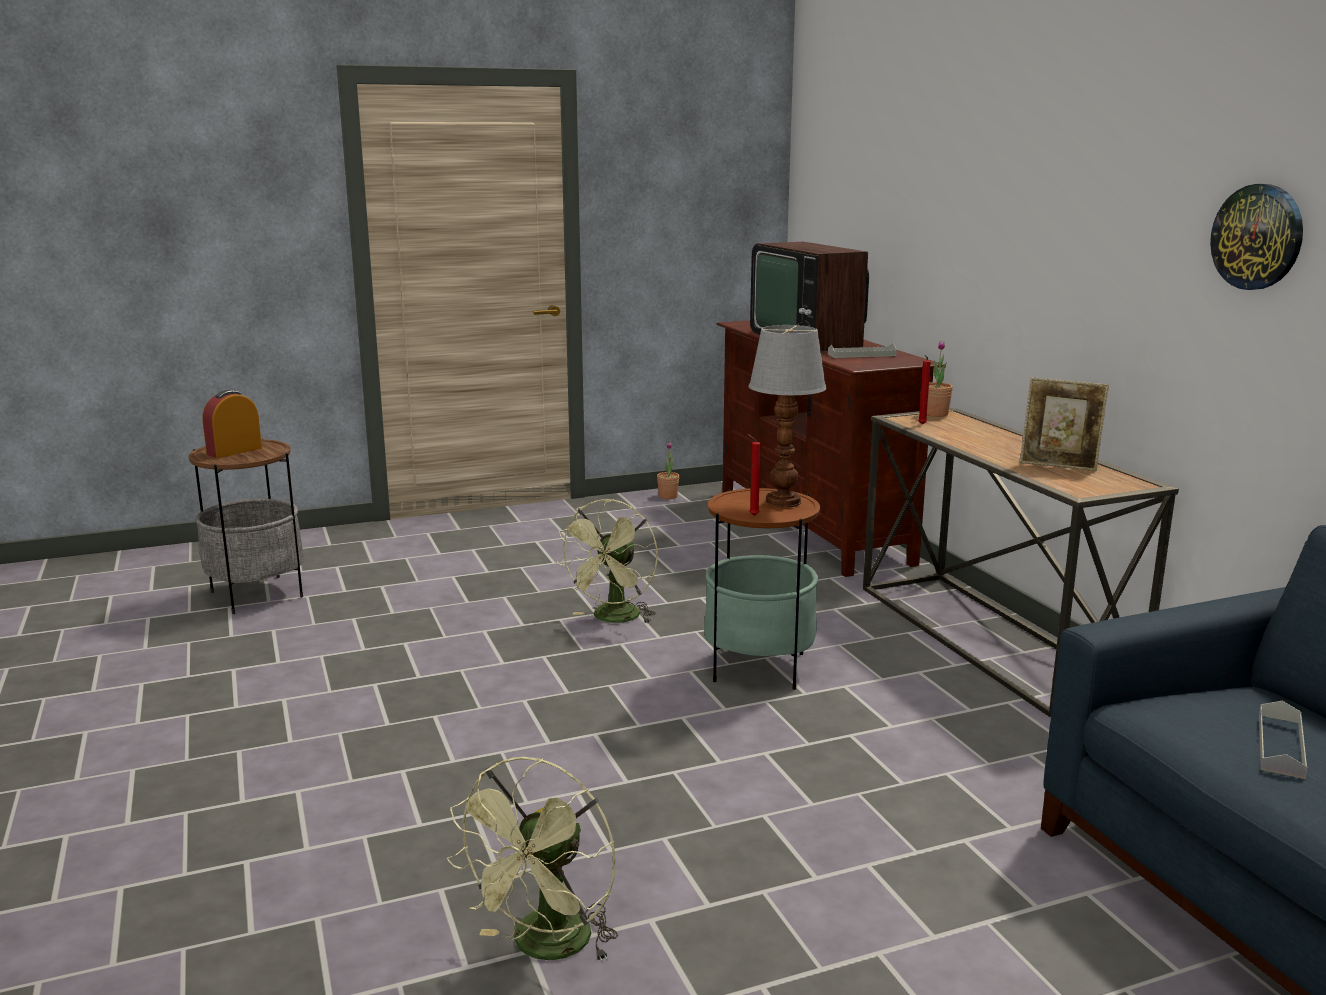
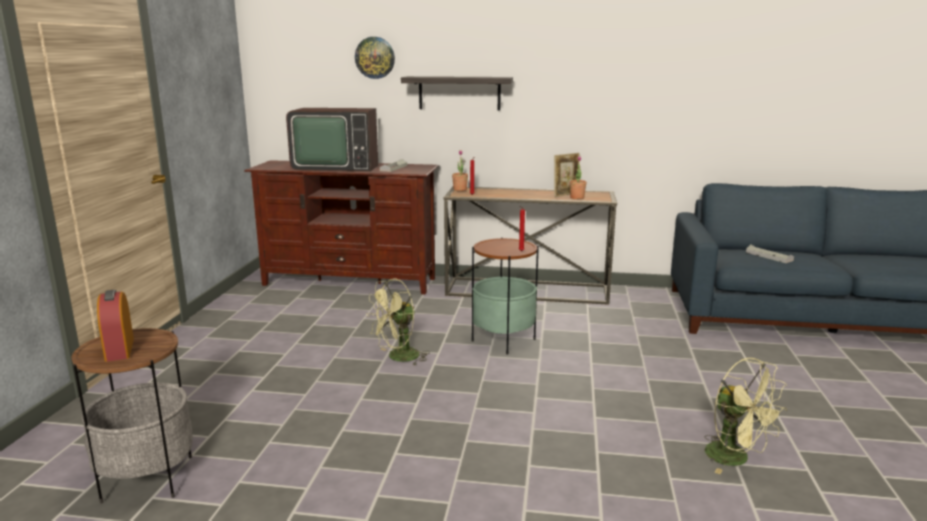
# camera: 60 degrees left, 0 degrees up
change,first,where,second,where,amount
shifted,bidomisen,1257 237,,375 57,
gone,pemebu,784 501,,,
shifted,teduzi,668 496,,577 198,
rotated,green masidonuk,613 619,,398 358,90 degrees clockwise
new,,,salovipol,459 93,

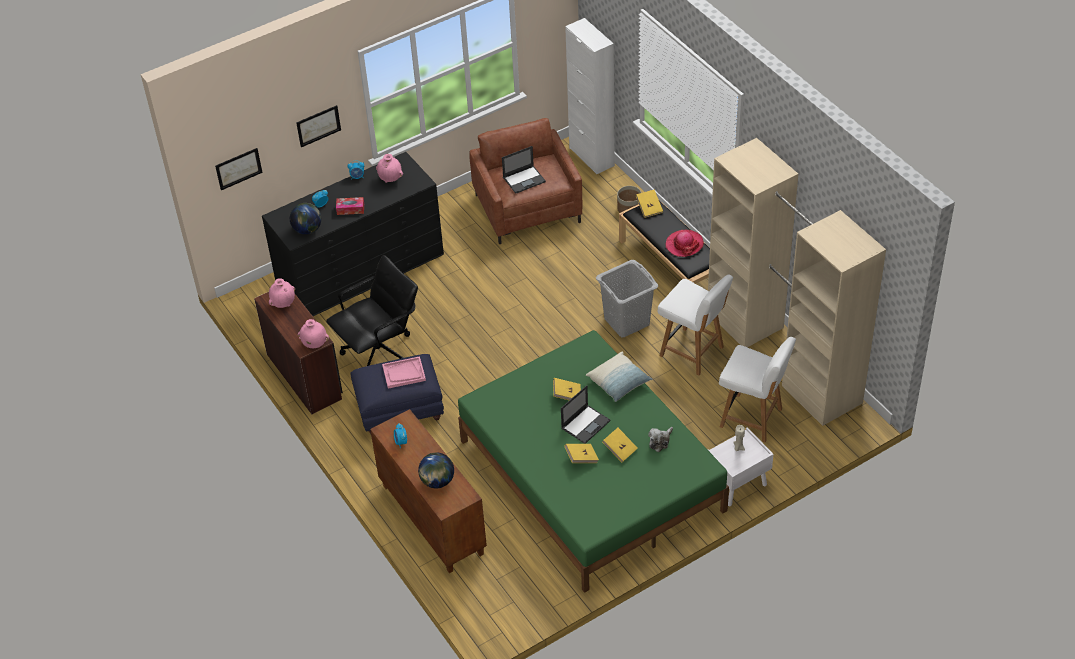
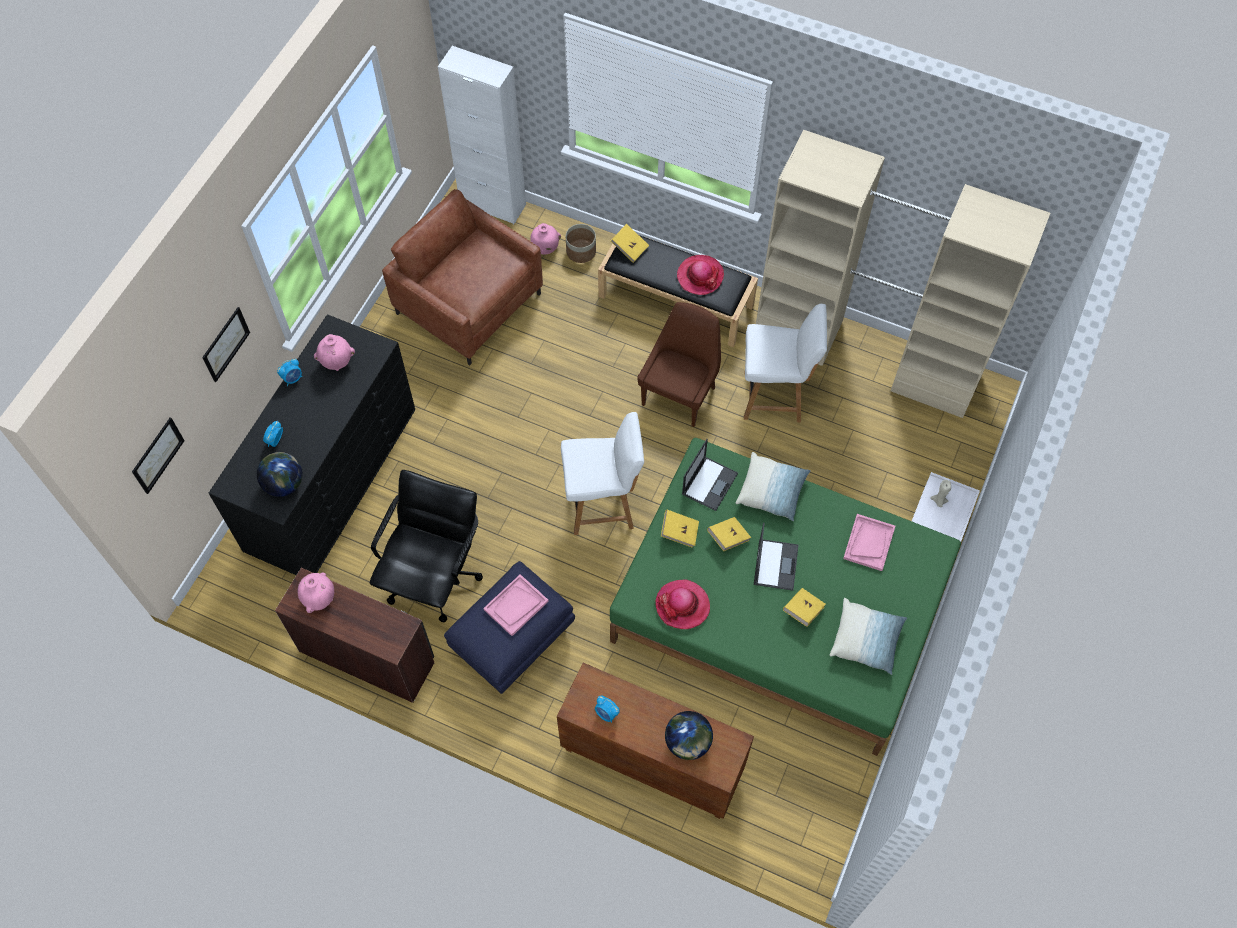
# camera: 35 degrees left, 15 degrees up
change,first,where,second,where,amount
shifted,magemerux,524 179,,709 483,
gone,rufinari,350 209,,,
swapped,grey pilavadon,627 321,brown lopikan,680 394,
shifted,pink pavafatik,314 344,,545 249,
shifted,white lopikan,752 418,,603 505,
swapped,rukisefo,660 441,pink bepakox,868 543,
shifted,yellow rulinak,620 449,,679 532,
new,,,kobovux,682 605,
new,,,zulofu,866 640,

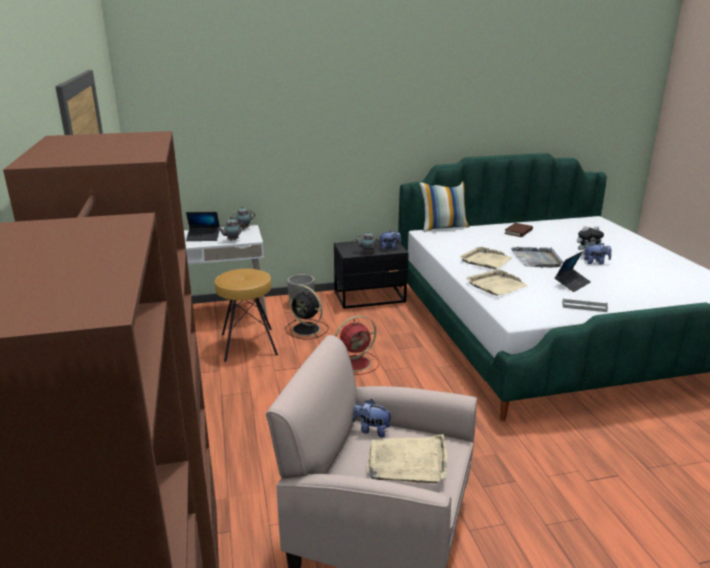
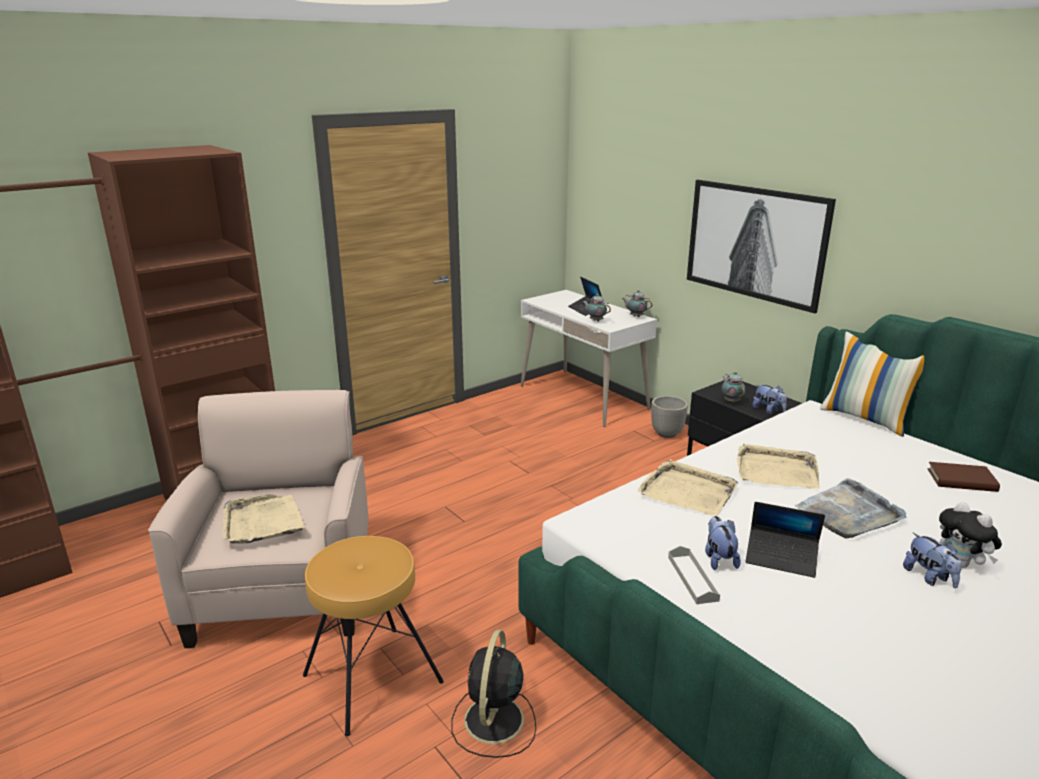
# camera: 65 degrees right, 0 degrees up
change,first,where,second,where,amount
shifted,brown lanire,248 344,,372 677,
shifted,black masidonuk,307 329,,493 722,
gone,red masidonuk,356 363,,,
shifted,rukisefo,371 430,,719 558,
new,,,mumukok,754 243,

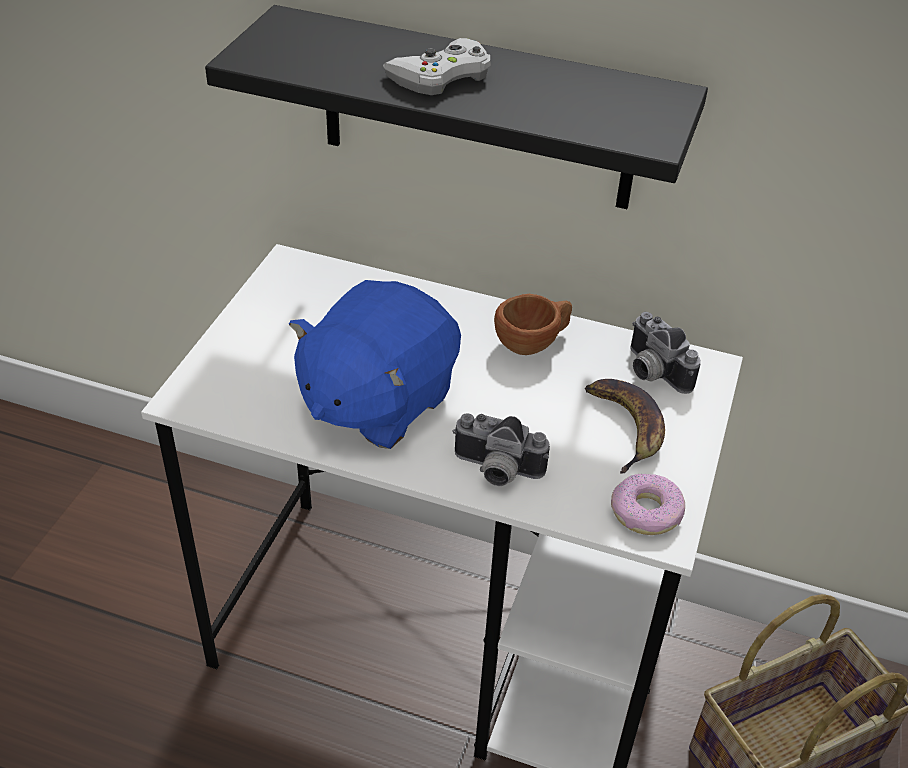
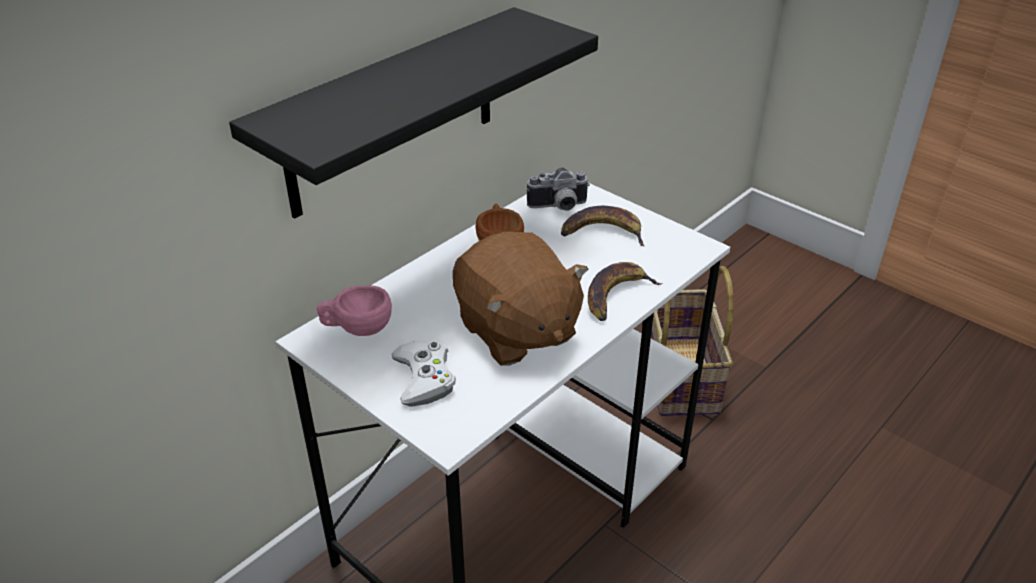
# camera: 65 degrees left, 5 degrees down
change,first,where,second,where,amount
shifted,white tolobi,441 76,,424 378,
repainted,blue rukisefo,376 401,brown rukisefo,516 331,
swapped,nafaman,495 471,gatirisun,616 295,
gone,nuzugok,646 512,,,
new,,,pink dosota,357 329,

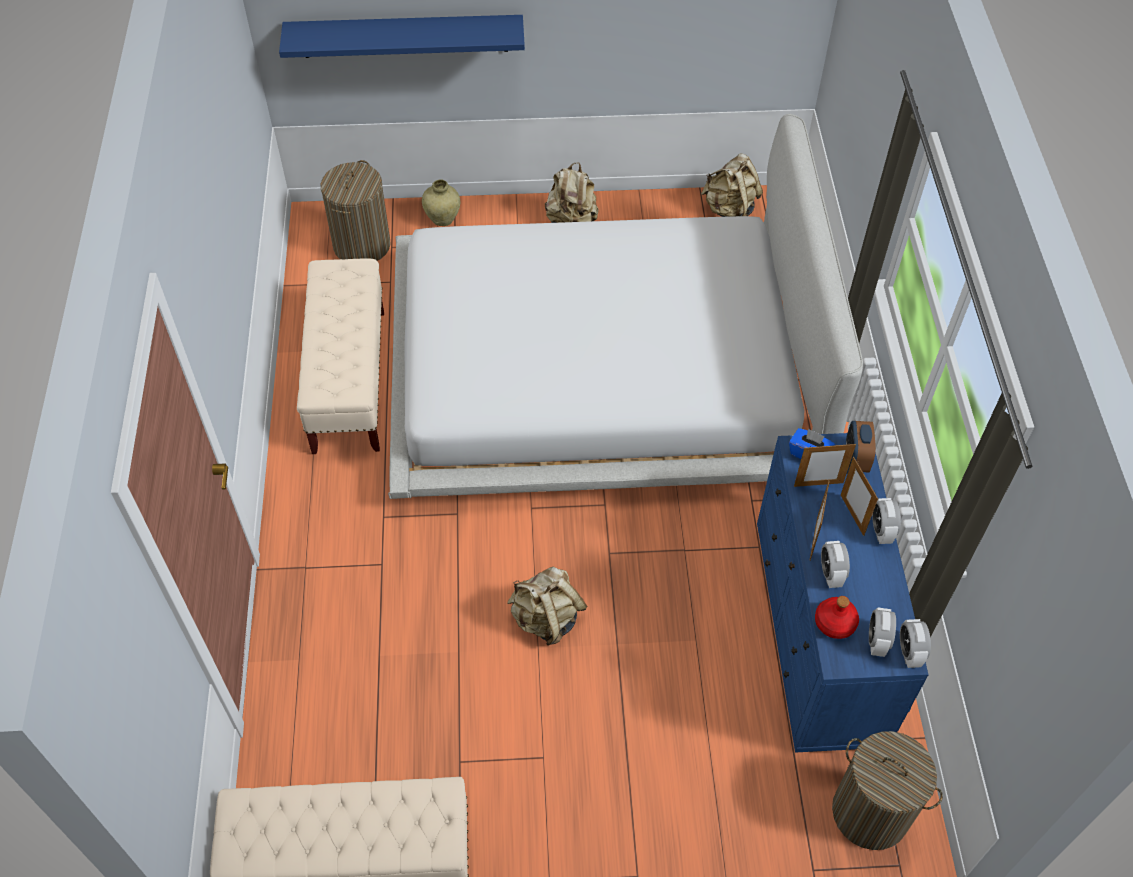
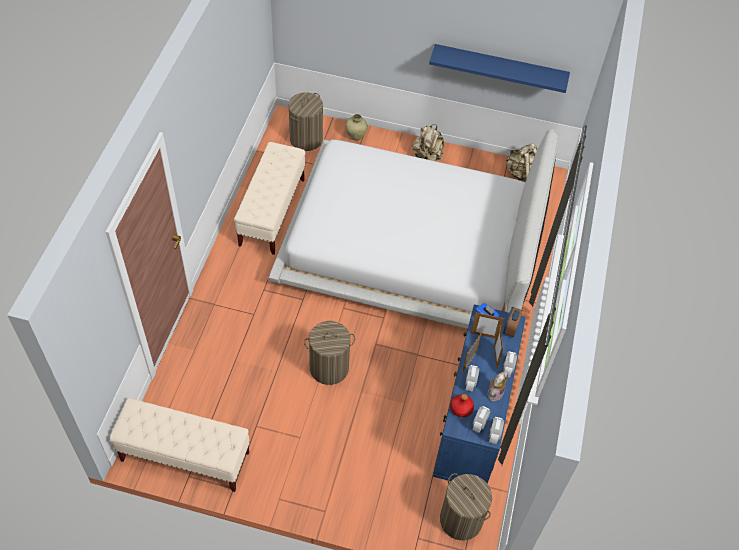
# camera: 15 degrees right, 0 degrees up
change,first,where,second,where,amount
shifted,blue salovipol,405 36,,500 67,
swapped,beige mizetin,546 619,pilavadon,329 368,
new,,,rukisefo,494 392,

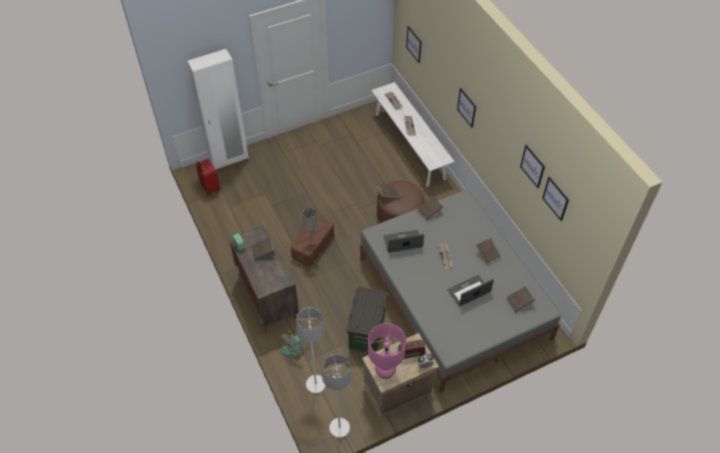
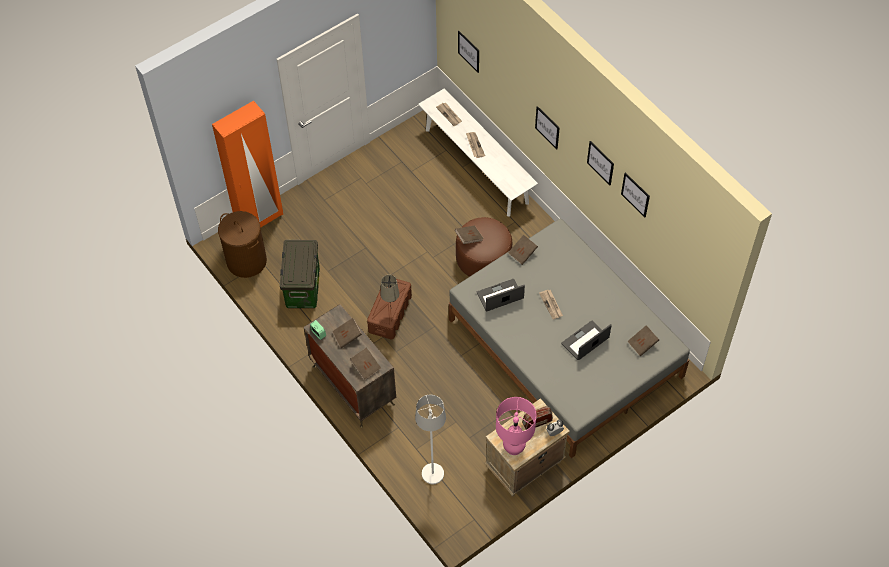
# camera: 10 degrees left, 5 degrees up
change,first,where,second,where,amount
repainted,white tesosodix,229 159,orange tesosodix,259 220,
swapped,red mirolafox,210 188,brown pilavadon,246 261,
shifted,mumukok,555 198,,600 163,
shifted,brown rulinak,487 254,,366 367,
shifted,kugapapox,366 331,,302 286,
gone,masidonuk,296 347,,,
gone,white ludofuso,339 428,,,

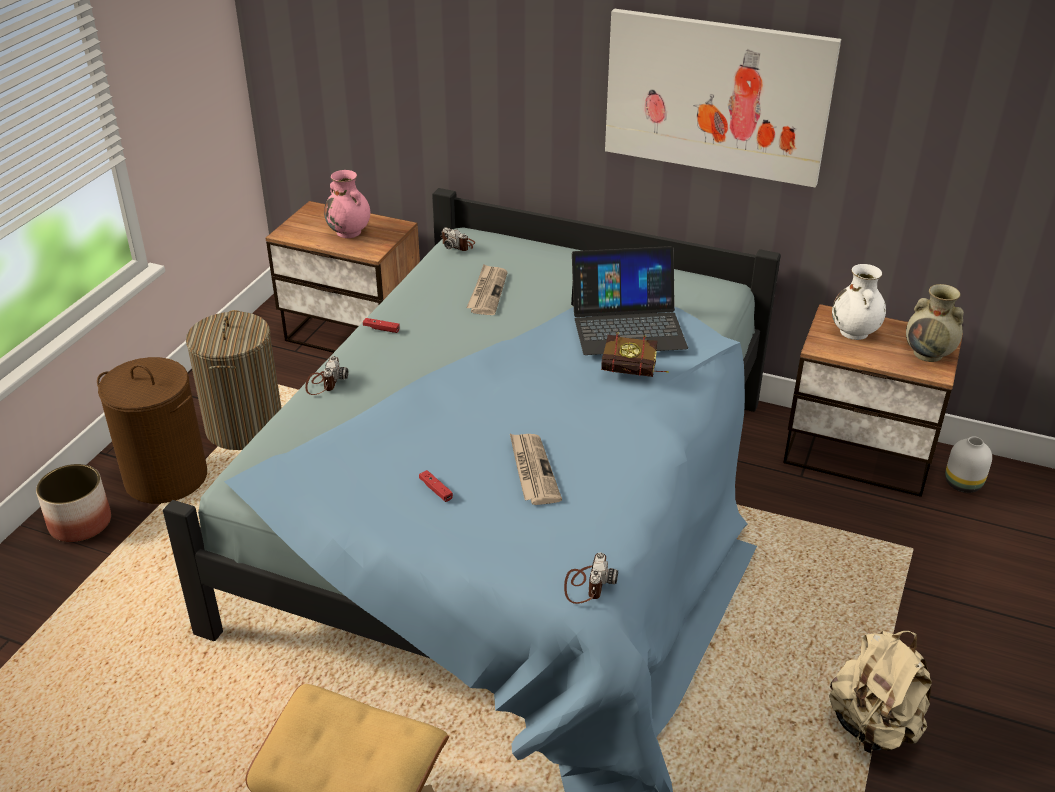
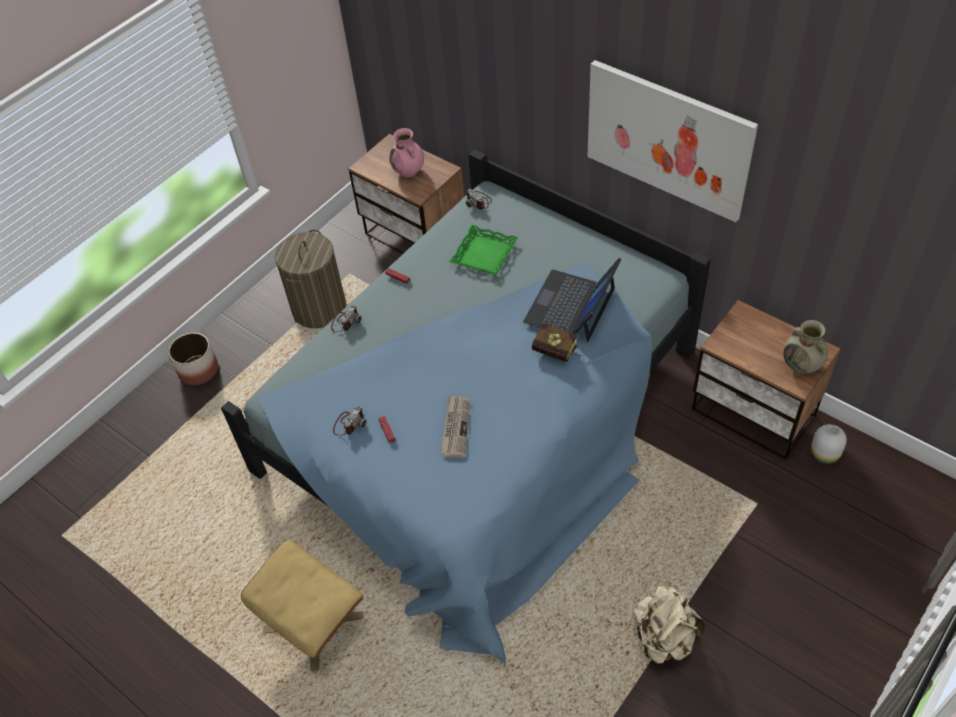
# camera: 20 degrees right, 15 degrees up
change,first,where,second,where,amount
rotated,magemerux,627 325,,571 306,105 degrees clockwise
swapped,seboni,487 292,green bepakox,483 254,
gone,white pavafatik,854 332,,,
gone,brown pilavadon,165 477,,,
shifted,nafaman,587 584,,349 423,

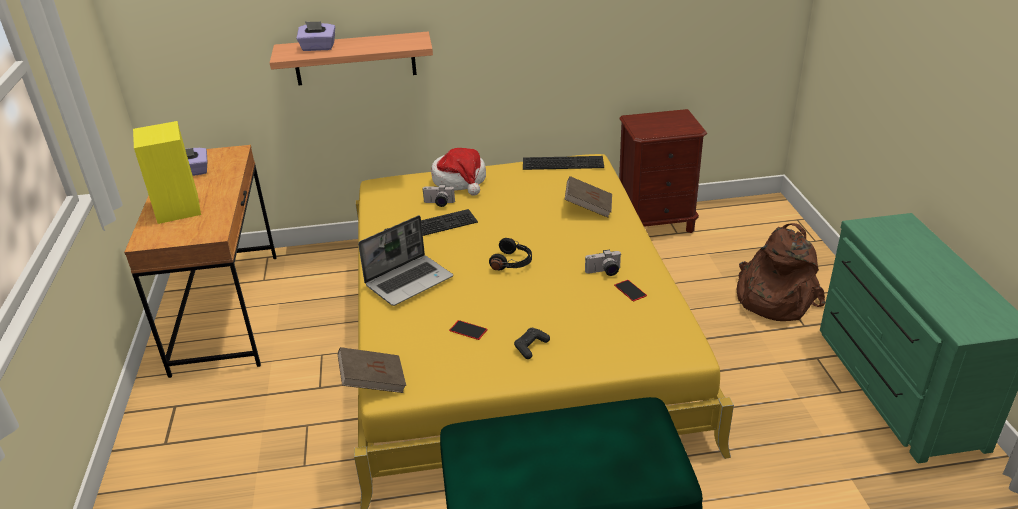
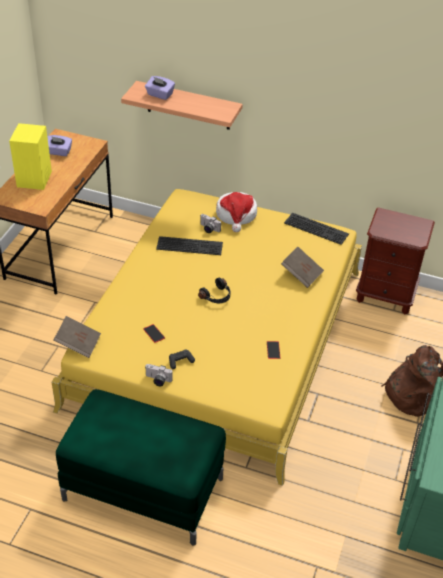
# camera: 25 degrees right, 10 degrees up
change,first,where,second,where,amount
gone,magemerux,409 281,,,
shifted,nafaman,604 272,,157 380,

